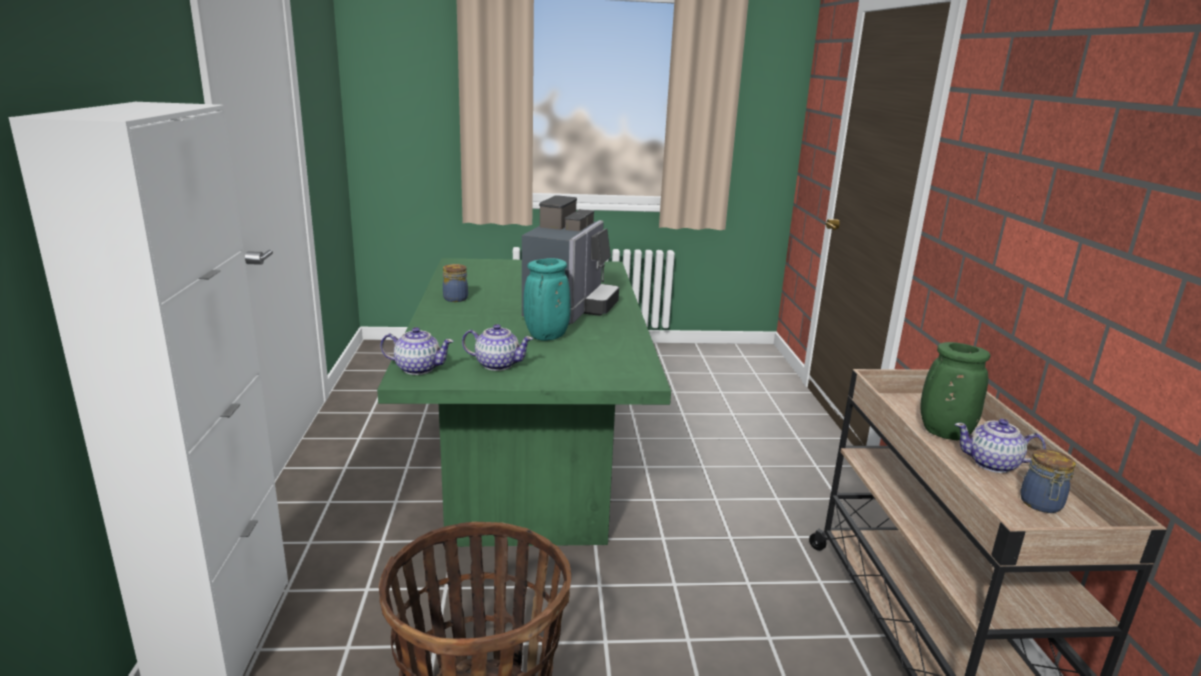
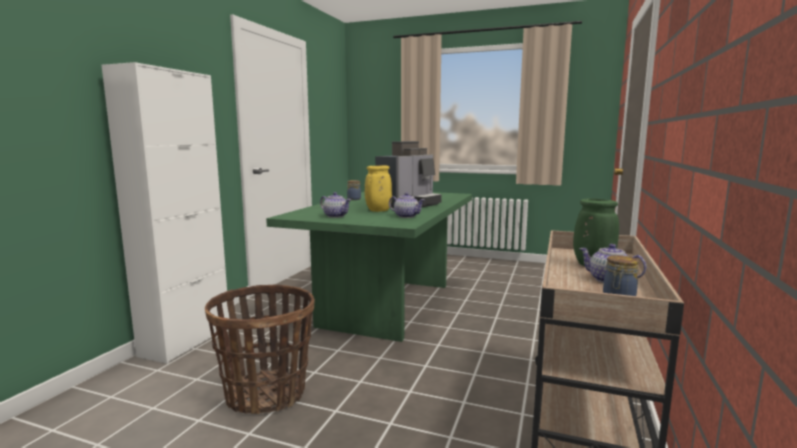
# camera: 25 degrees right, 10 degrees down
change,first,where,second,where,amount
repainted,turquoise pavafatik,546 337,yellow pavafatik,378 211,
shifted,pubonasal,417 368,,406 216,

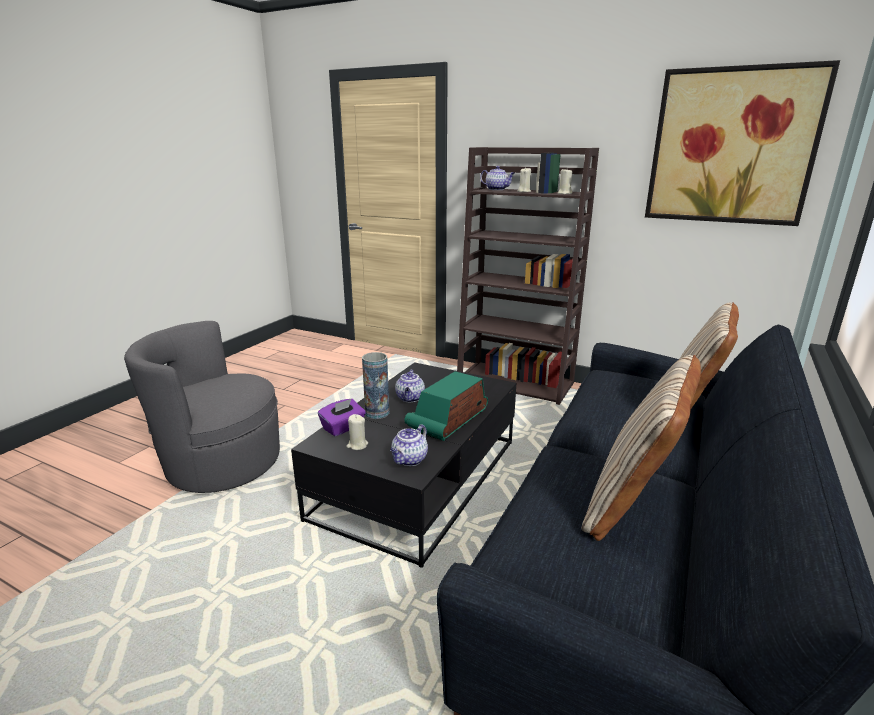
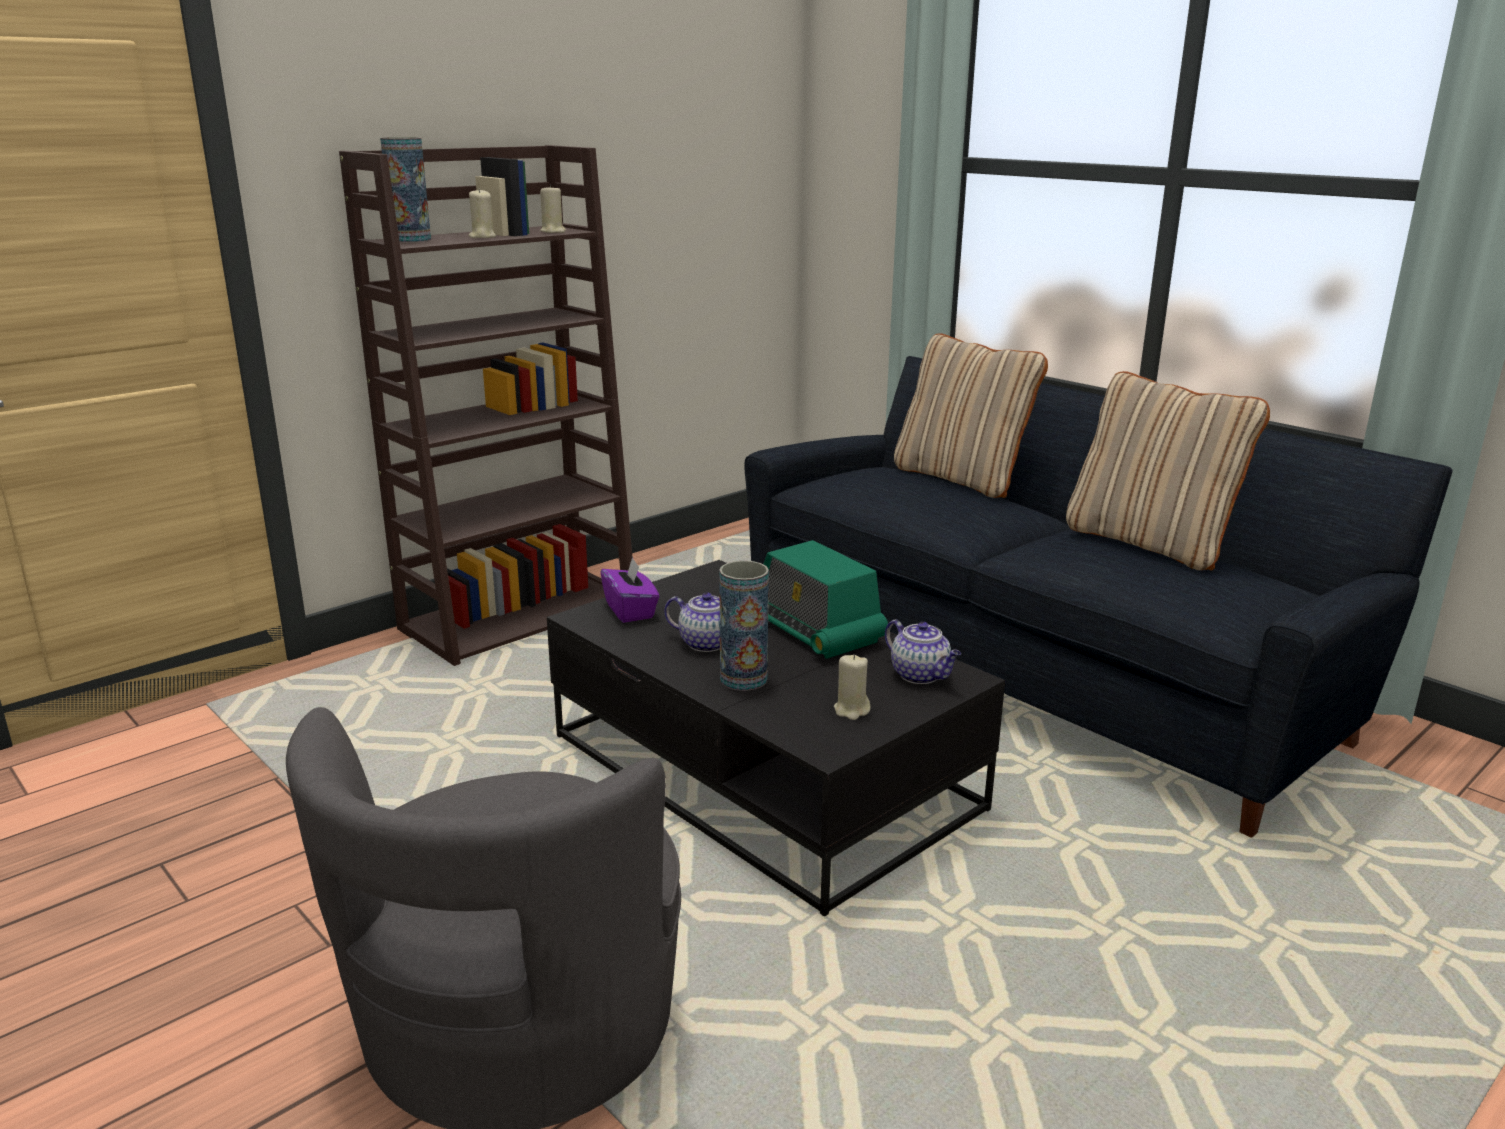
# camera: 70 degrees left, 0 degrees up
change,first,where,second,where,amount
gone,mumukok,731 147,,,
swapped,pubonasal,497 189,pavafatik,411 240,
shifted,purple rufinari,343 428,,630 610,

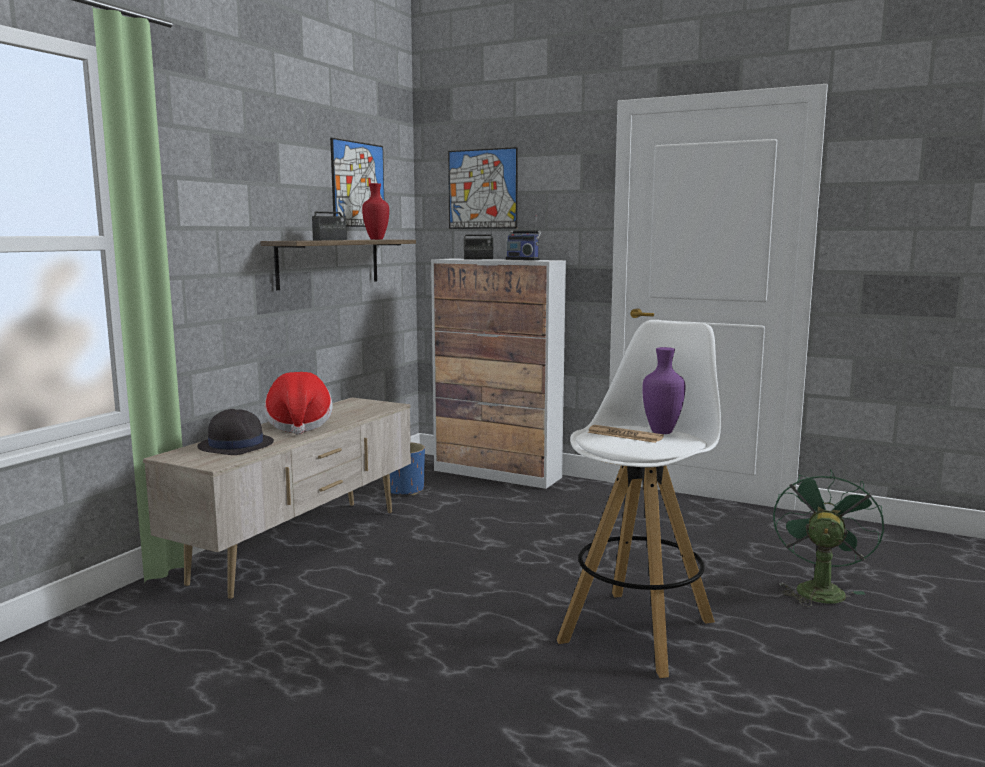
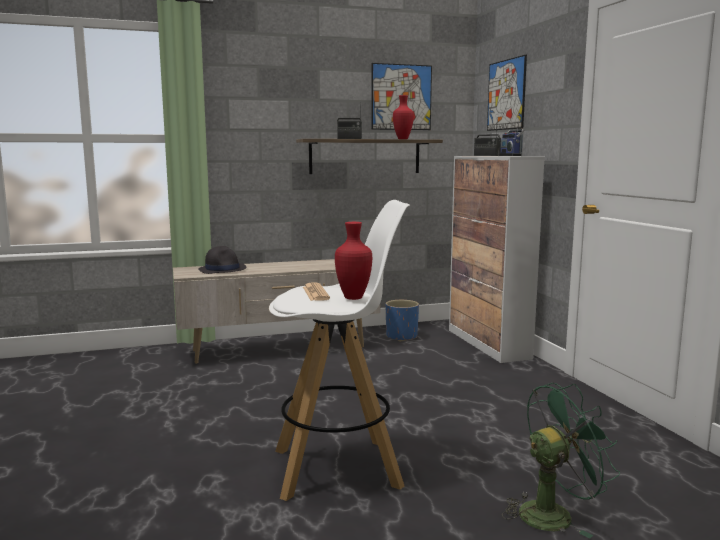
# camera: 45 degrees right, 0 degrees up
change,first,where,second,where,amount
repainted,purple pavafatik,663 432,red pavafatik,353 298,
gone,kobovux,299 425,,,

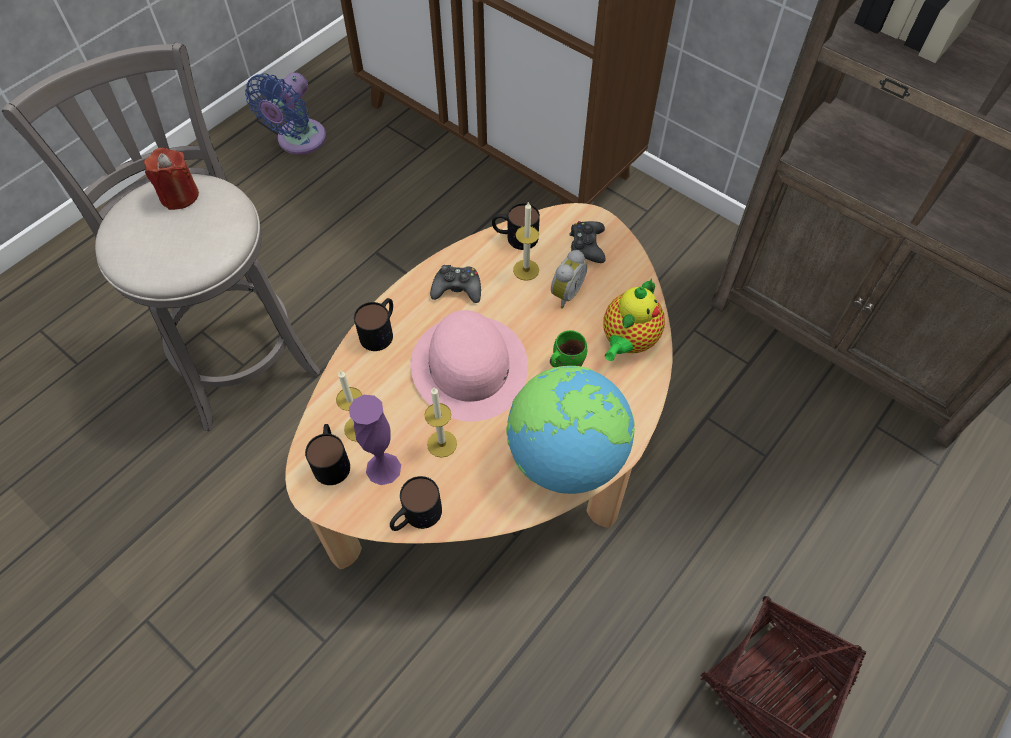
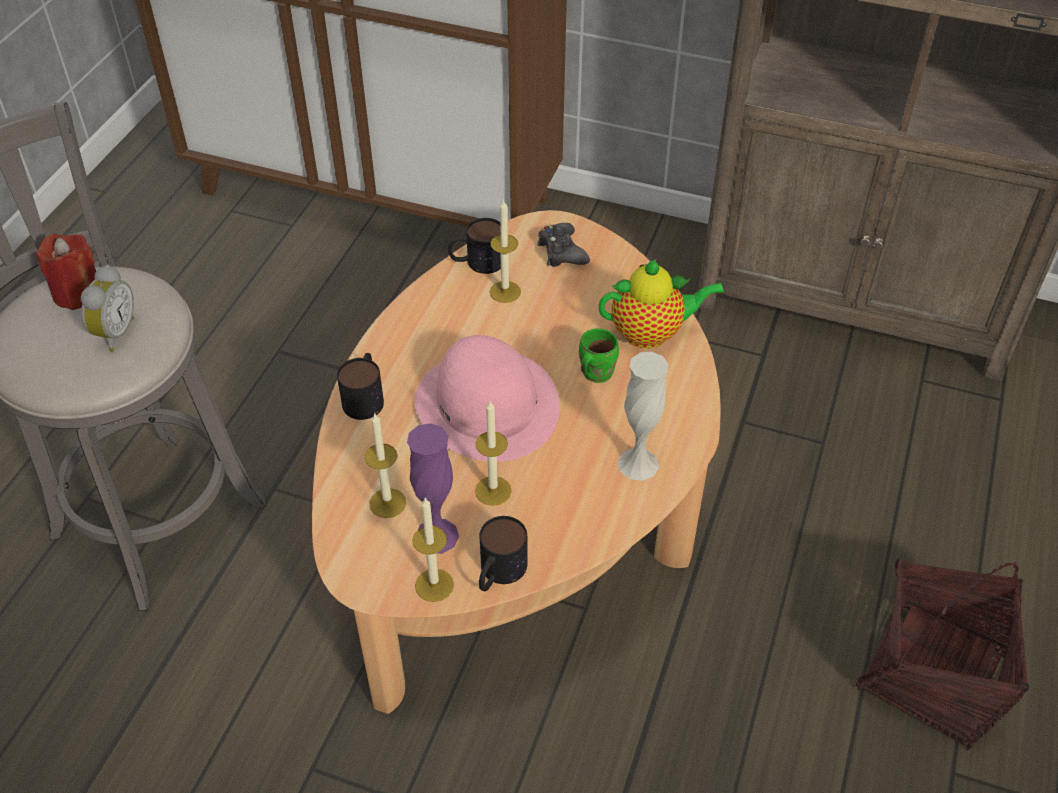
# camera: 20 degrees left, 10 degrees down
change,first,where,second,where,amount
gone,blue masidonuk,298 141,,,
shifted,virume,565 293,,114 333,
gone,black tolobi,457 289,,,
rotated,pubonasal,628 342,,651 333,105 degrees counterclockwise
swapped,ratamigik,565 457,white pavafatik,638 464,
gone,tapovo,331 460,,,
new,,,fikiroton,434 585,

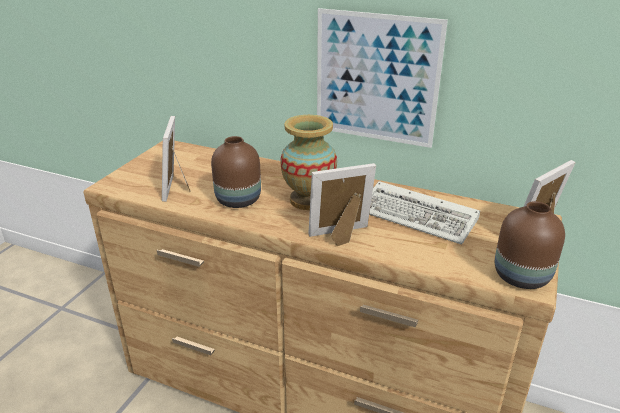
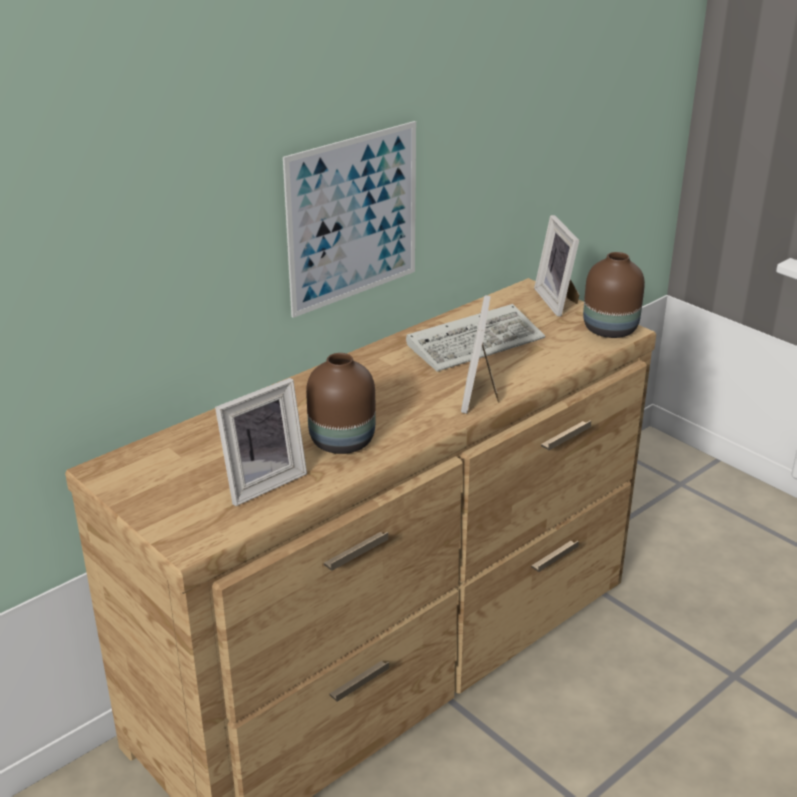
# camera: 65 degrees left, 0 degrees up
change,first,where,second,where,amount
gone,pavafatik,308 200,,,
rotated,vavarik,178 187,,261 482,60 degrees counterclockwise

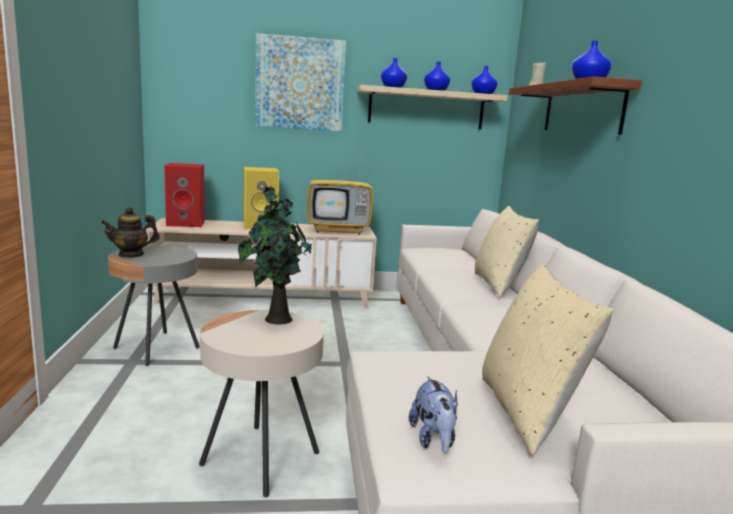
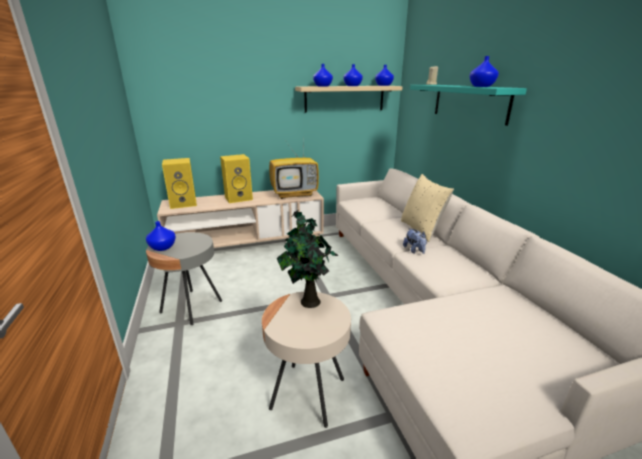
# camera: 10 degrees left, 10 degrees up
change,first,where,second,where,amount
gone,mumukok,300 84,,,
repainted,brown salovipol,582 109,turquoise salovipol,469 102,
repainted,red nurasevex,187 223,yellow nurasevex,184 203,
swapped,pubonasal,131 254,blue pavafatik,163 247,
gone,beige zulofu,527 412,,,
shifted,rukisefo,433 440,,414 250,

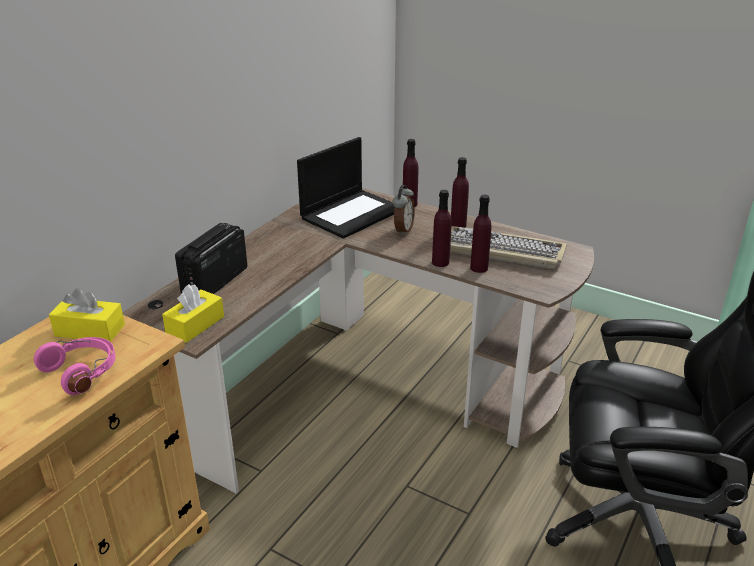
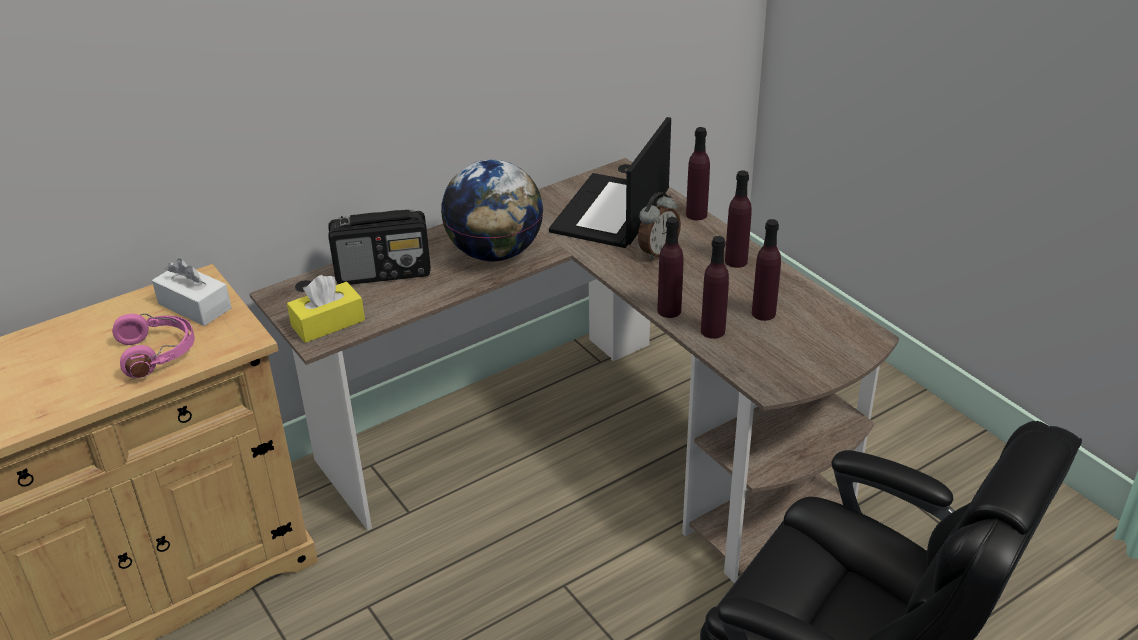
# camera: 25 degrees right, 5 degrees up
change,first,where,second,where,amount
rotated,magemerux,352 213,,611 212,135 degrees clockwise
rotated,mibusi,214 282,,384 272,150 degrees counterclockwise
swapped,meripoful,501 251,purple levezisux,763 313,
repainted,yellow rufinari,90 330,white rufinari,195 306,
new,,,ratamigik,494 253,

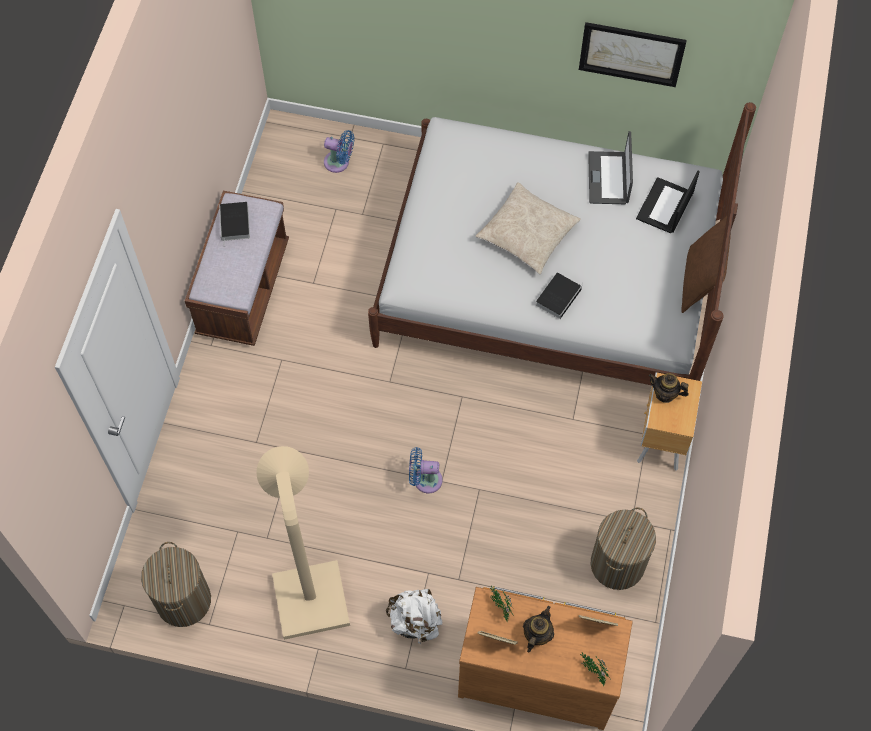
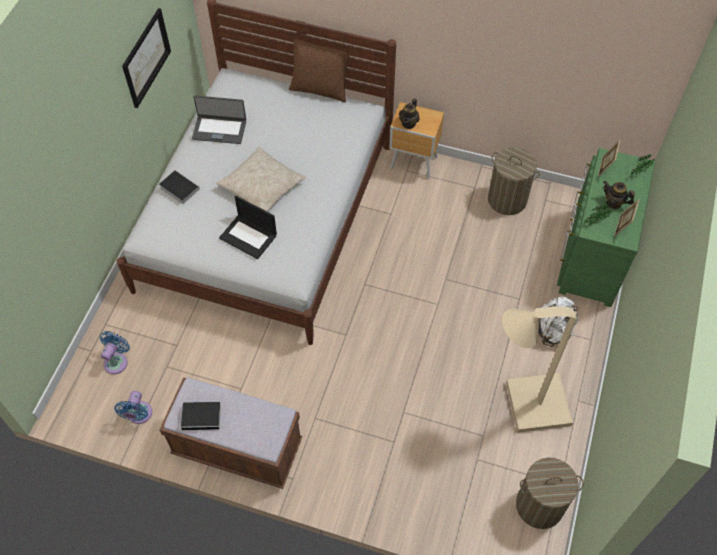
# camera: 85 degrees left, 5 degrees down
change,first,where,second,where,amount
shifted,magemerux,665 207,,249 236,
shifted,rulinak,558 296,,178 188,
shifted,blue masidonuk,424 480,,139 415,
repainted,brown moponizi,536 674,green moponizi,591 256,

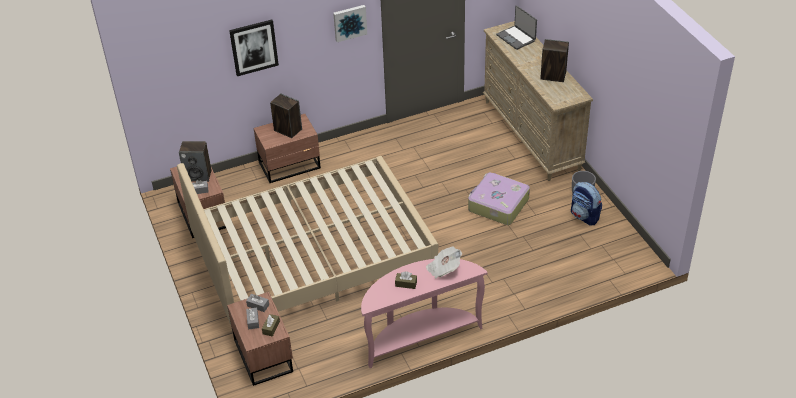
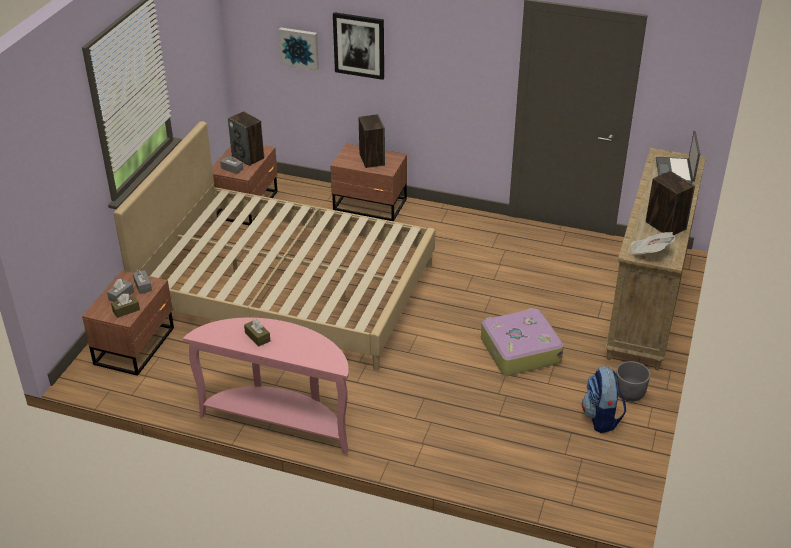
# camera: 40 degrees right, 5 degrees down
change,first,where,second,where,amount
shifted,mumukok,349 22,,299 48,
shifted,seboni,443 268,,649 252,

